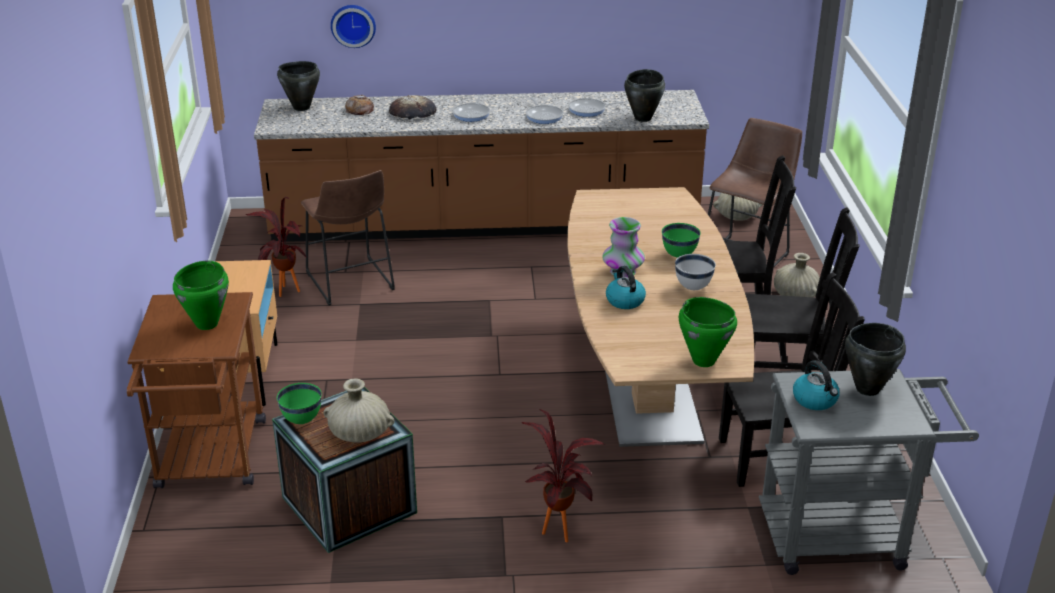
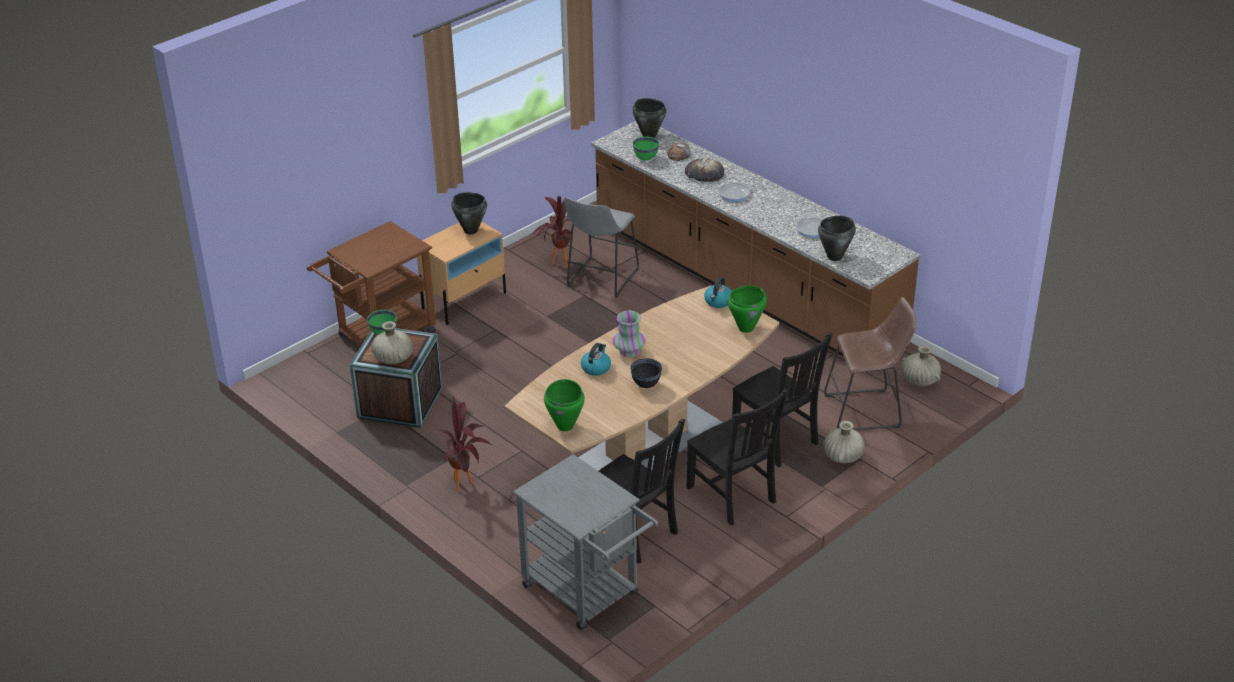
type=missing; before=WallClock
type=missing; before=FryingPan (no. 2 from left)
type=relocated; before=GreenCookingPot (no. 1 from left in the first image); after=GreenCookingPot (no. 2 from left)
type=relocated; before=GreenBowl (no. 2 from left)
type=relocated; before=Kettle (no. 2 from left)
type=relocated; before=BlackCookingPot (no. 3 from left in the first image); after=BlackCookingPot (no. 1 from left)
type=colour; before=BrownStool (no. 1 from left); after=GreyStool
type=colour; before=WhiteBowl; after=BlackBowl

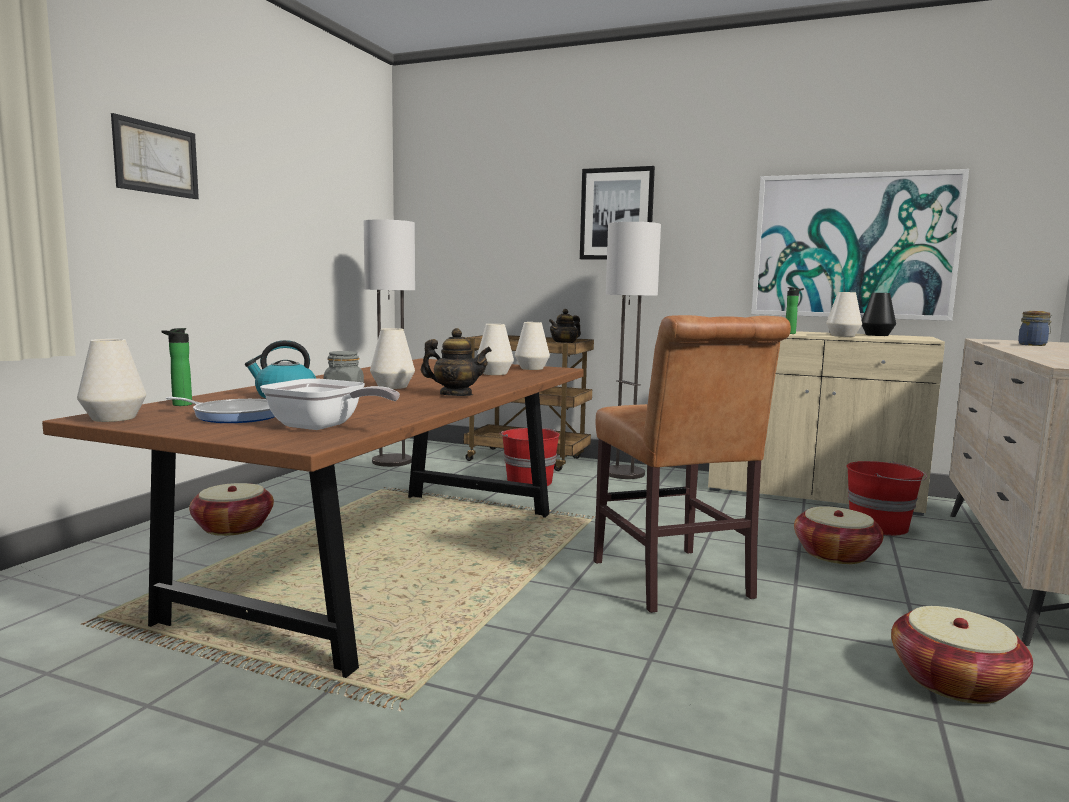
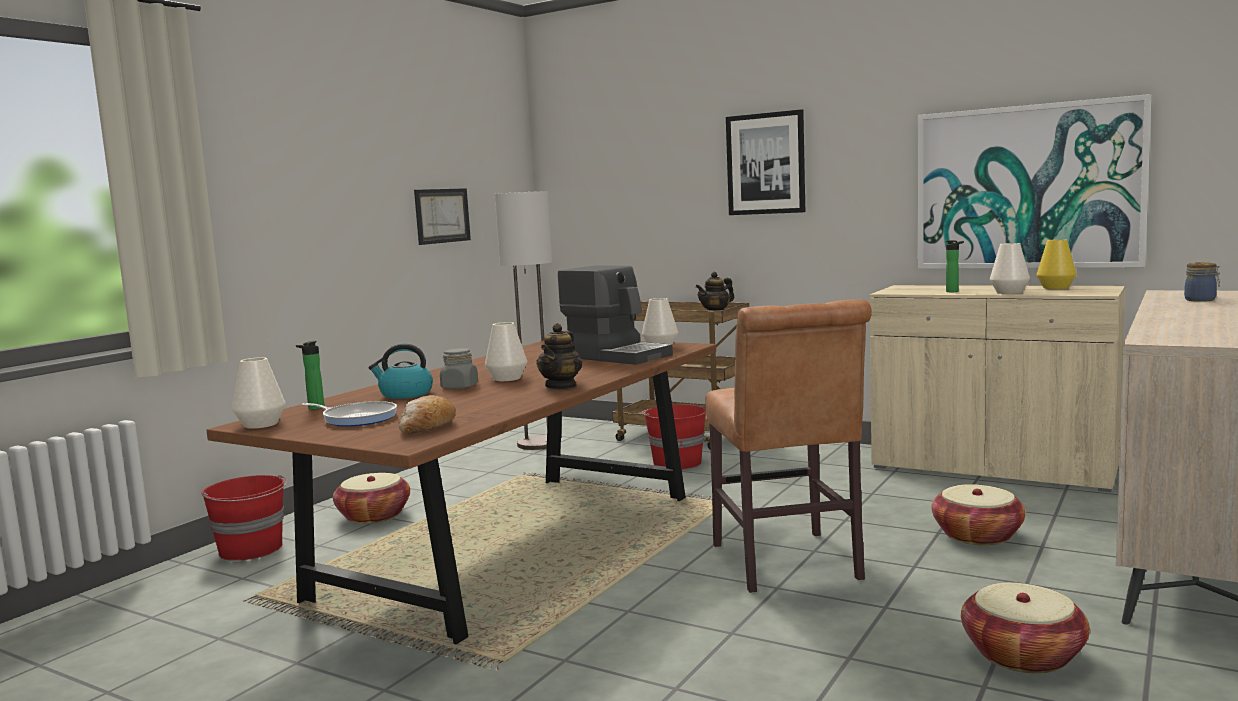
type=missing; before=FloorLamp (no. 2 from left)
type=relocated; before=Picture (no. 1 from left)
type=relocated; before=RedBucket (no. 2 from left in the first image); after=RedBucket (no. 1 from left)
type=exchanged; before=FryingPan (no. 2 from left); after=Bread
type=exchanged; before=WhiteVase (no. 3 from left); after=CoffeeMachine
type=colour; before=BlackVase; after=YellowVase
type=spun; before=Teapot (no. 1 from left); turn=90

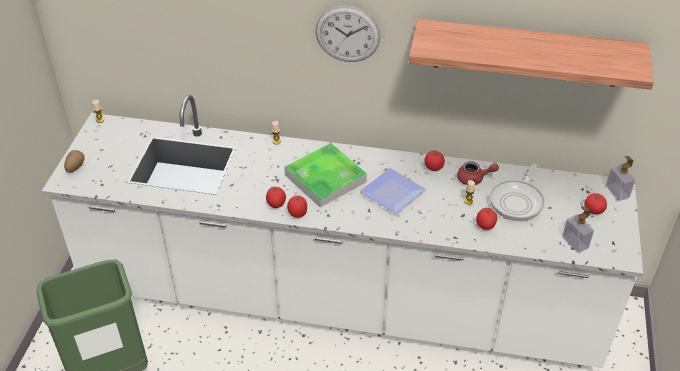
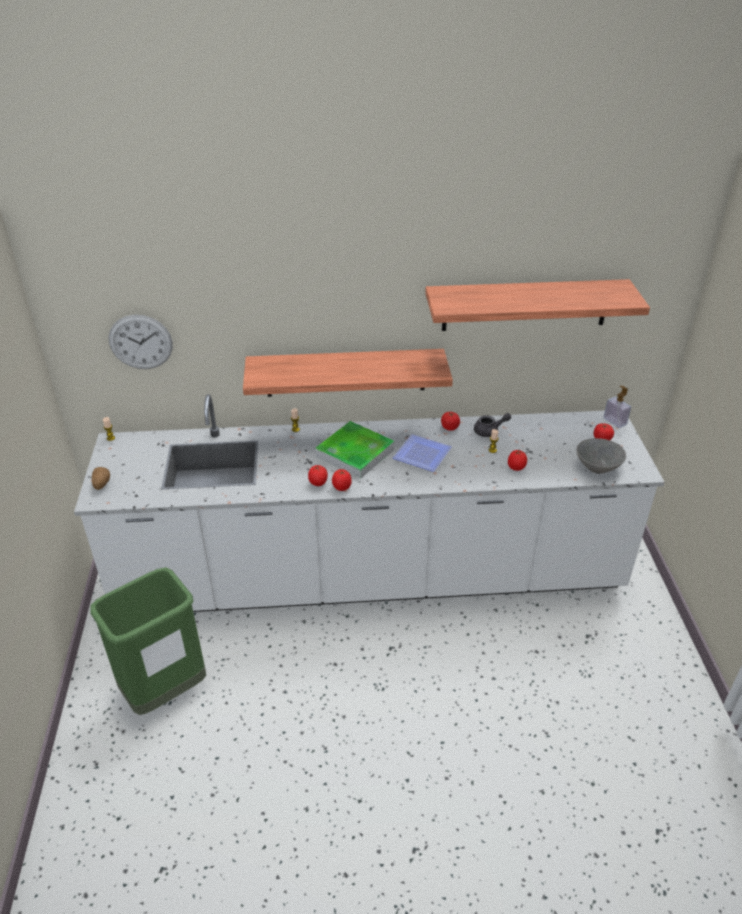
type=missing; before=FryingPan
type=appeared; after=Shelf (no. 1 from left)
type=relocated; before=WallClock
type=exchanged; before=SoapDispenser (no. 1 from left); after=GreyBowl
type=colour; before=RedTeapot; after=GreyTeapot

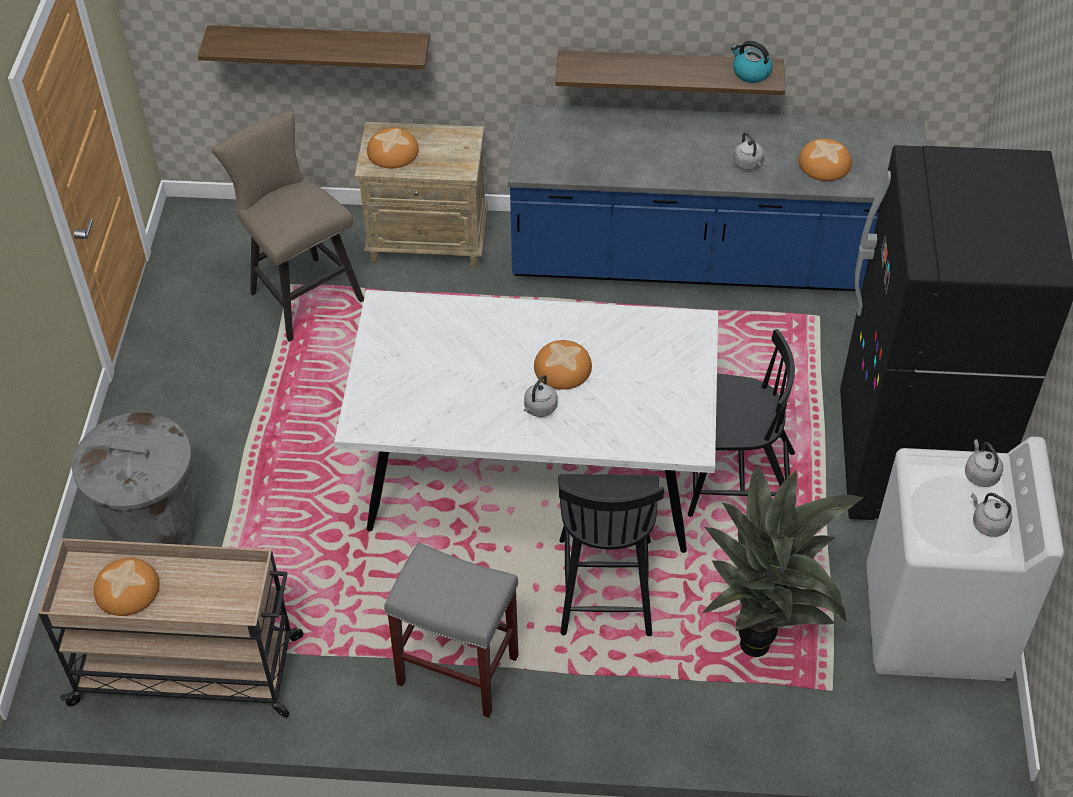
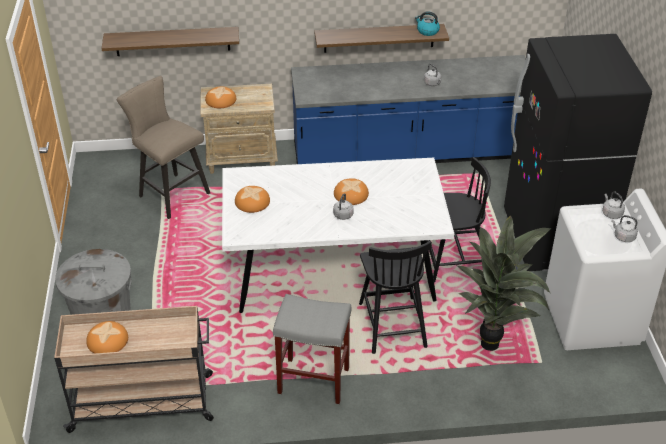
type=relocated; before=Bread (no. 4 from left in the first image); after=Bread (no. 3 from left)

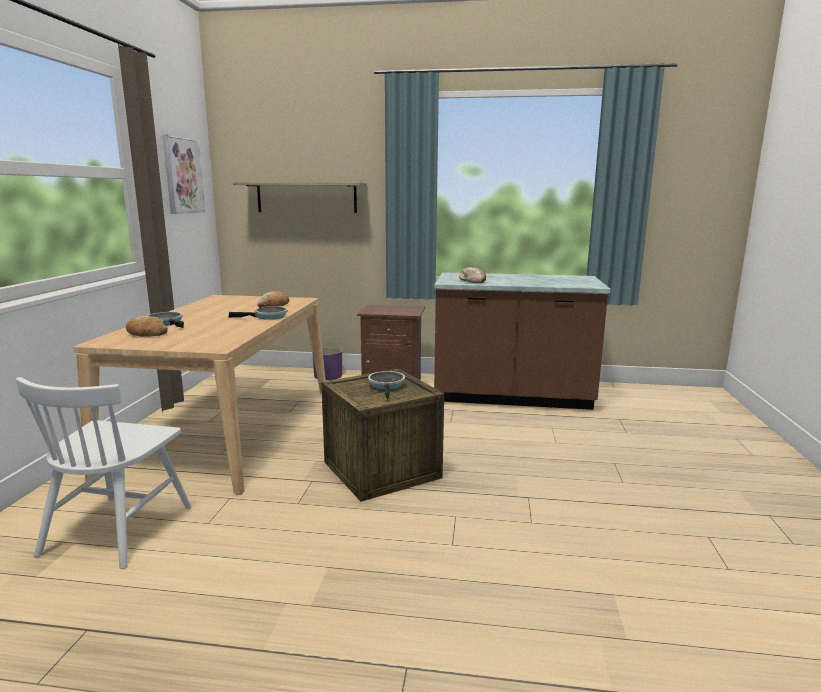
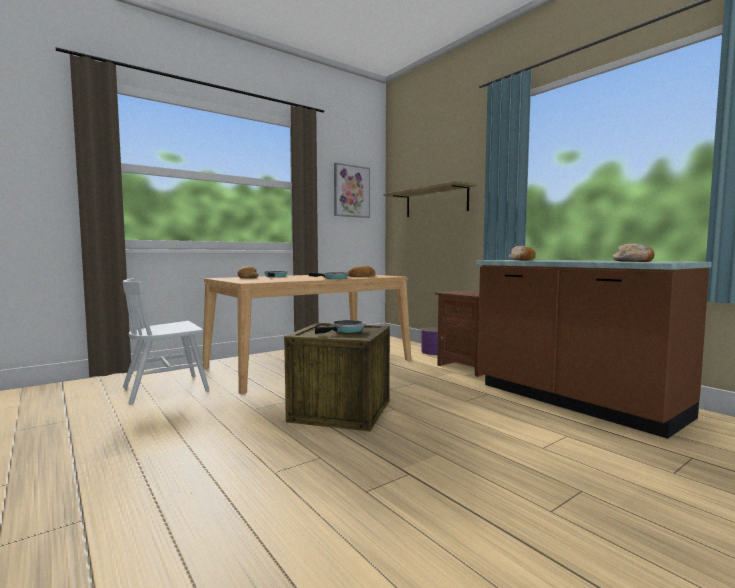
type=appeared; after=Bread (no. 4 from left)

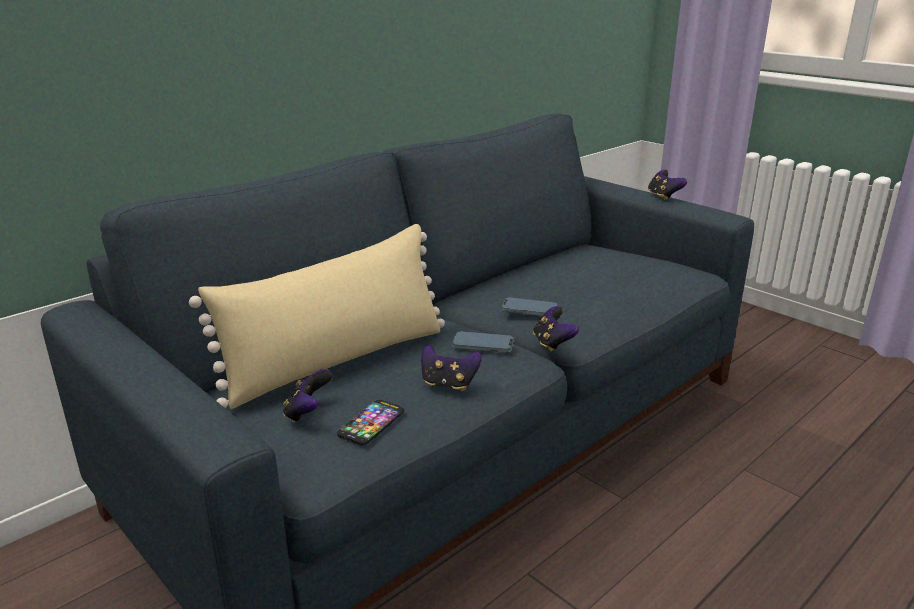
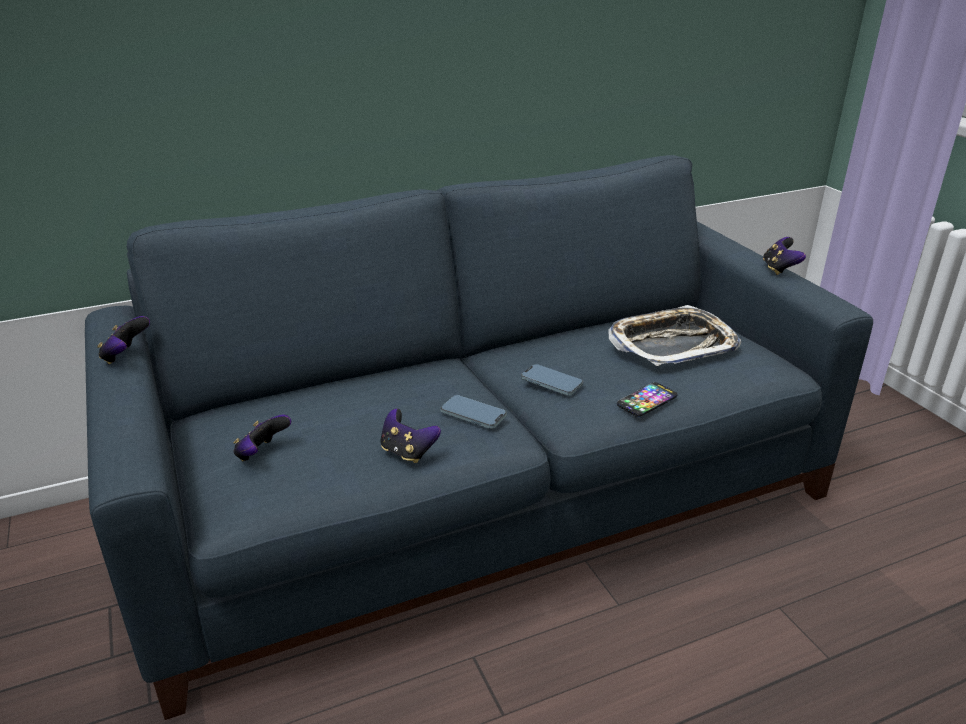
type=missing; before=BeigePillow
type=appeared; after=Tray
type=relocated; before=Phone (no. 1 from left in the first image); after=Phone (no. 3 from left)
type=relocated; before=GameController (no. 3 from left in the first image); after=GameController (no. 1 from left)

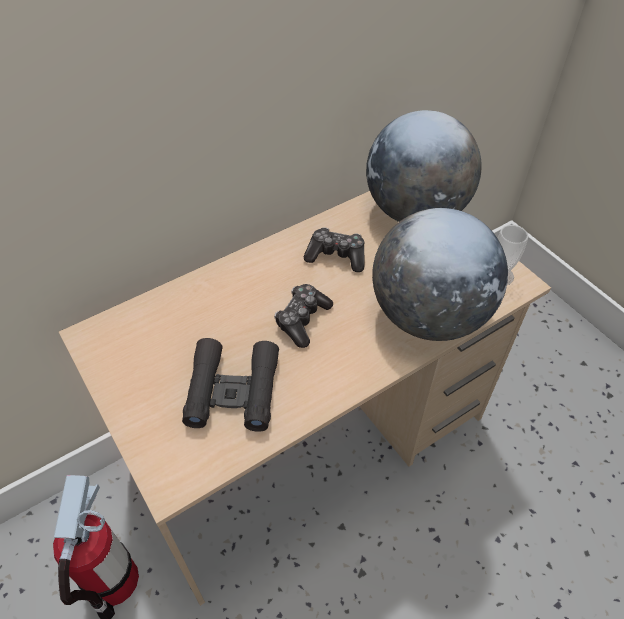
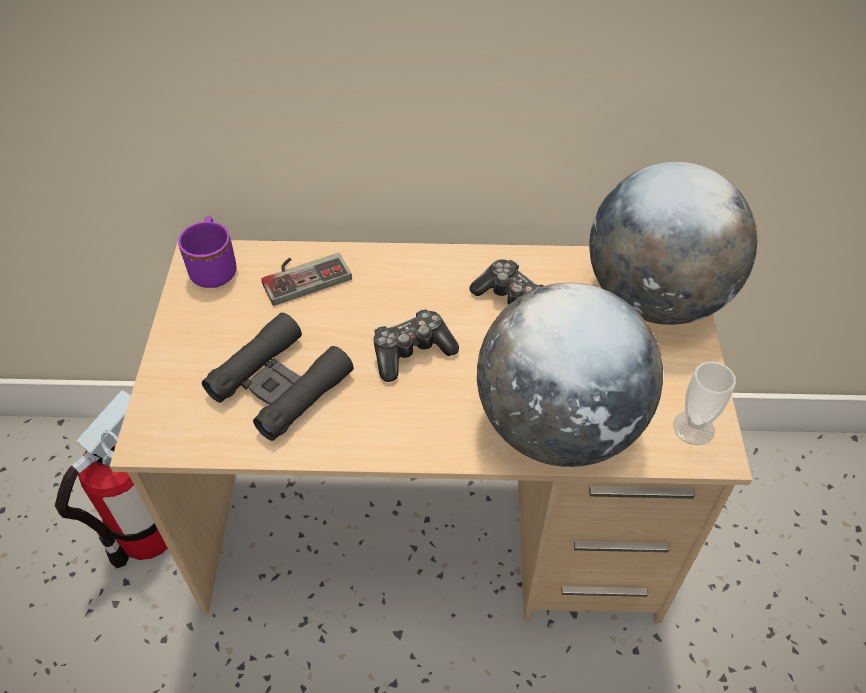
type=appeared; after=PurpleMug
type=appeared; after=GameController (no. 1 from left)

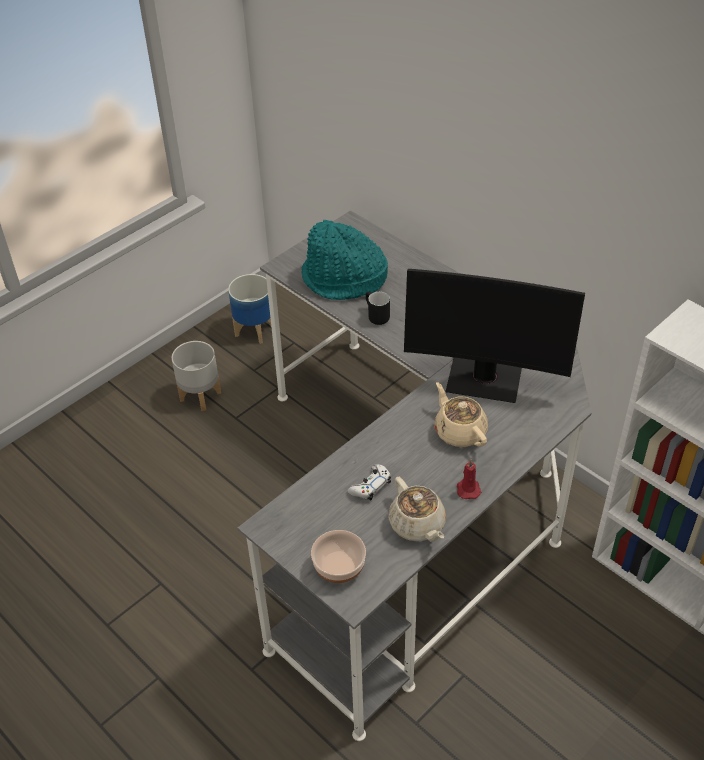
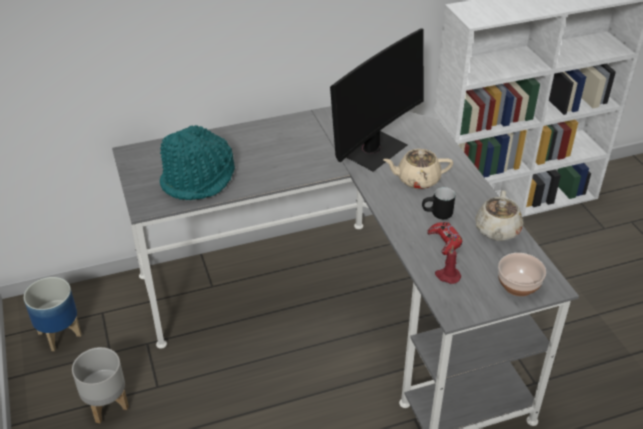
type=relocated; before=BlackMug
type=relocated; before=RedCandle
type=colour; before=WhiteGameController; after=RedGameController
type=spun; before=BeigeTeapot (no. 1 from left in the first image); turn=105

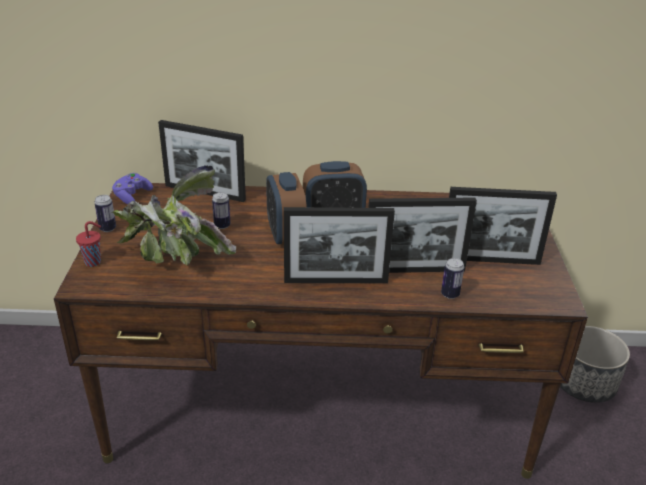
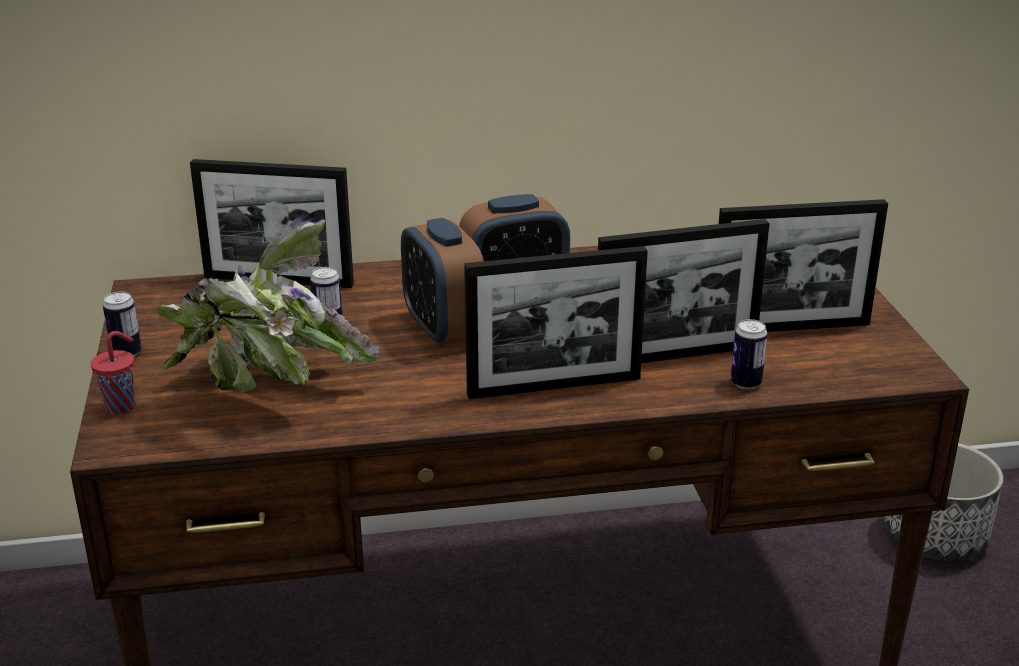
type=missing; before=PurpleGameController

